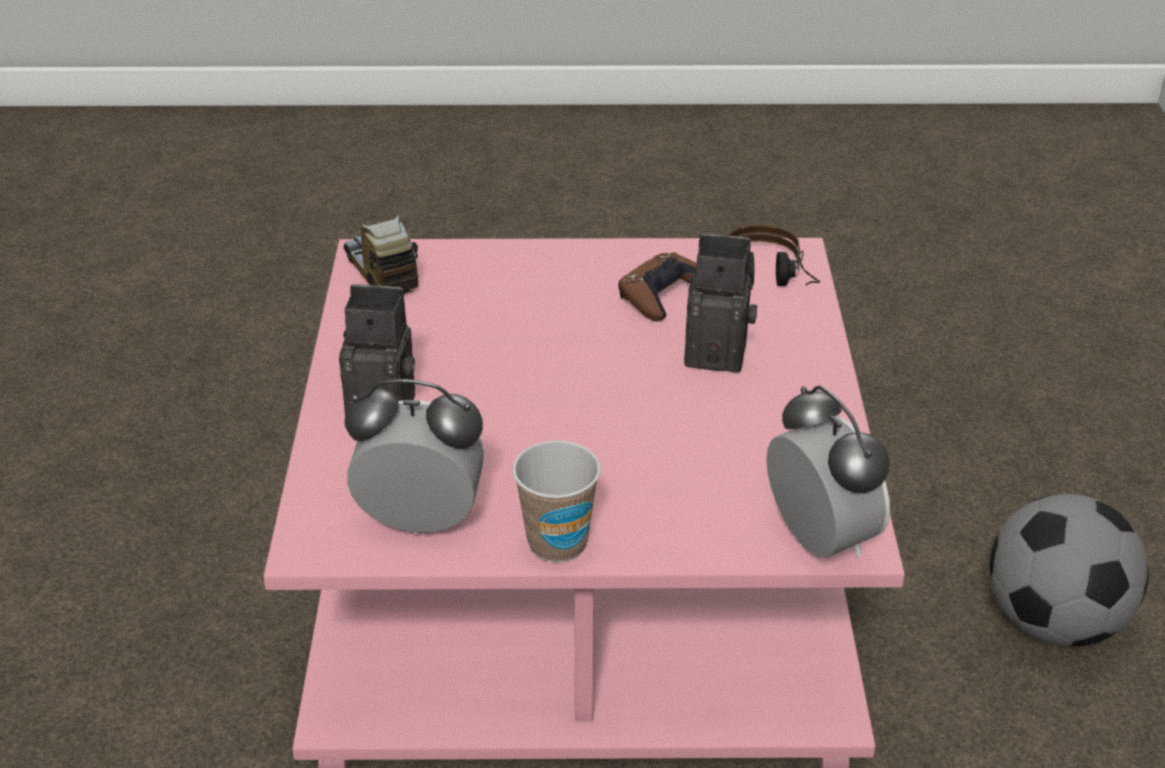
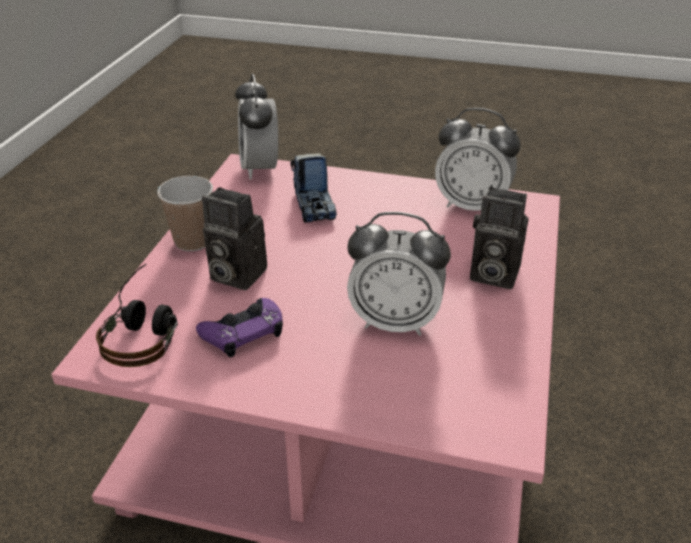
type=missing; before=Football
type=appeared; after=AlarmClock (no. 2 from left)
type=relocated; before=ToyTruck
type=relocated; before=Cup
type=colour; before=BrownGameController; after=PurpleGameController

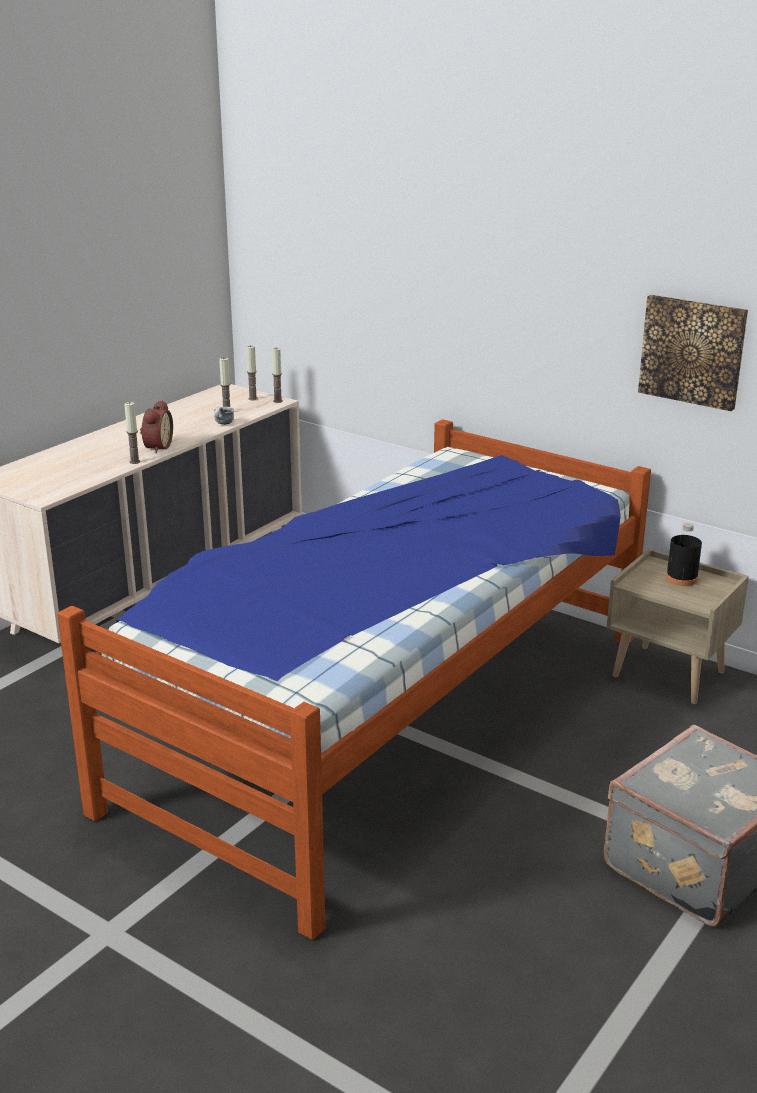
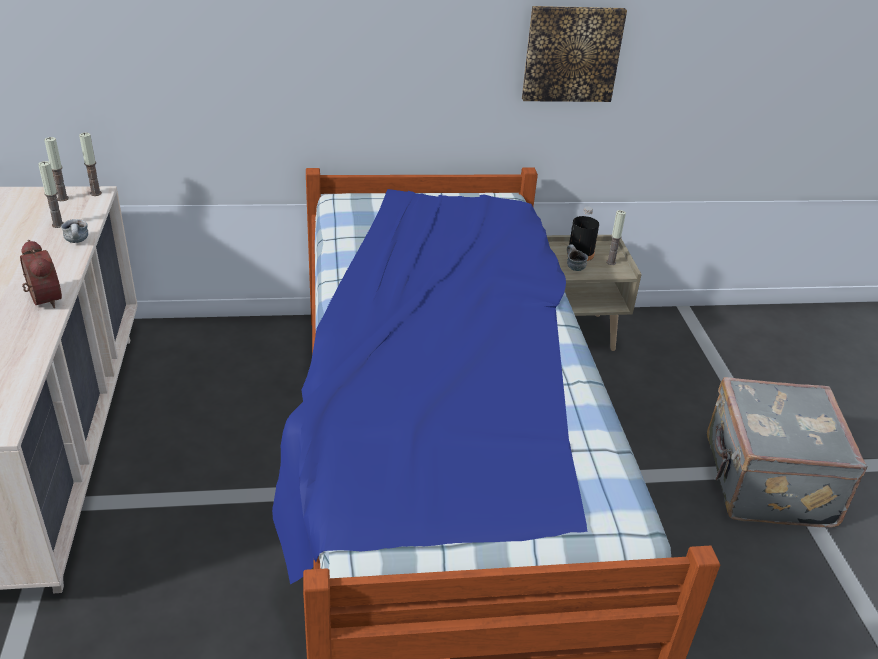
type=appeared; after=Mug (no. 2 from left)
type=relocated; before=Candle (no. 1 from left in the first image); after=Candle (no. 4 from left)

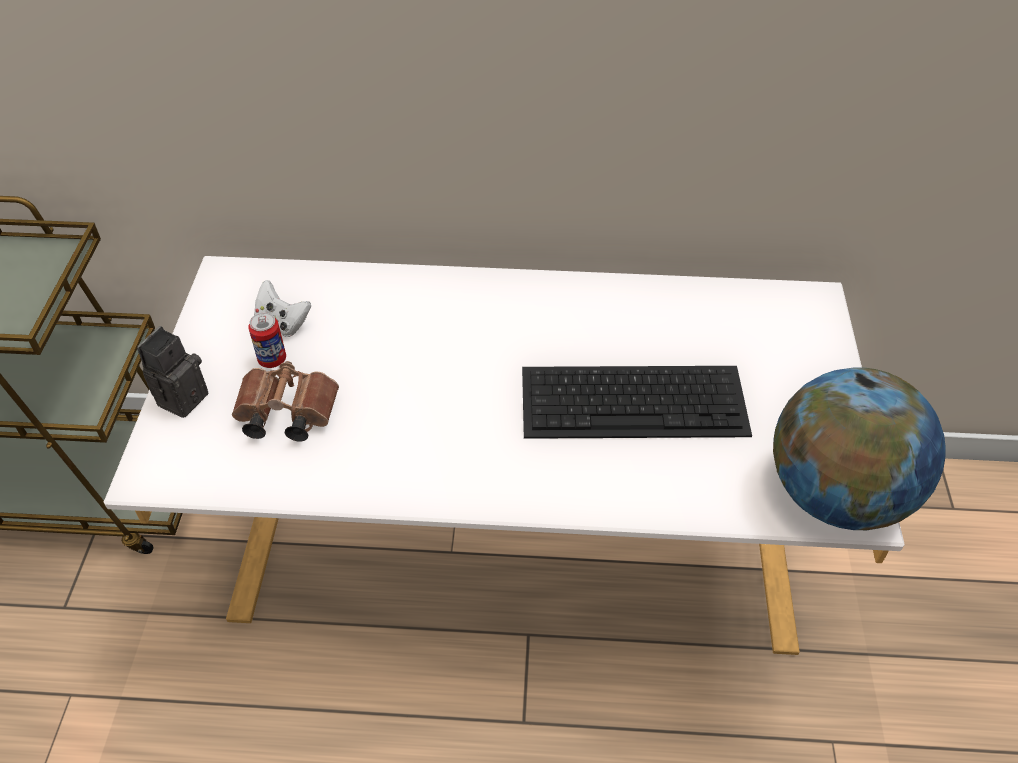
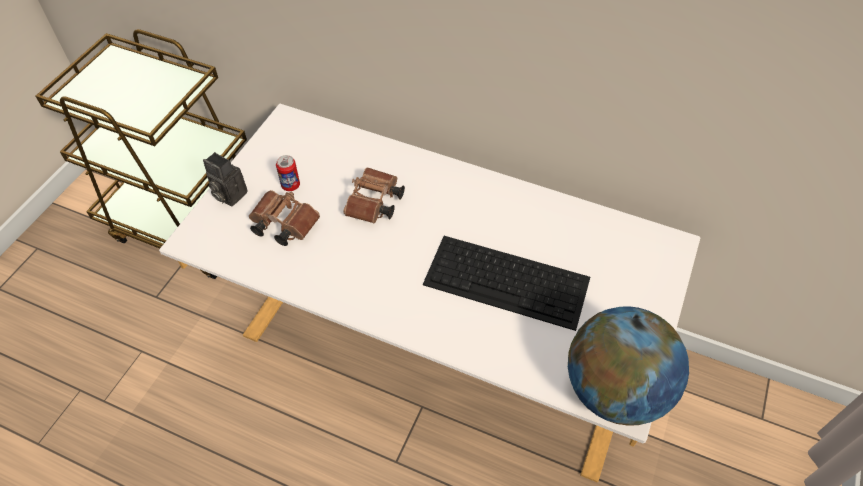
type=missing; before=WhiteGameController
type=appeared; after=BrownBinoculars (no. 2 from left)
type=spun; before=PhotoCamera; turn=-105

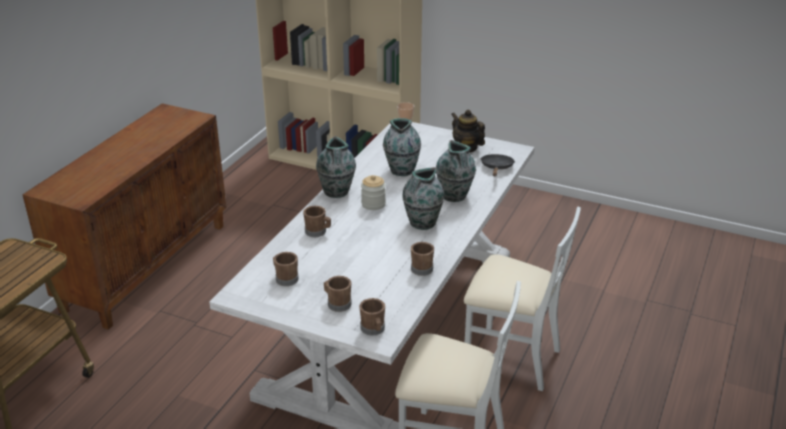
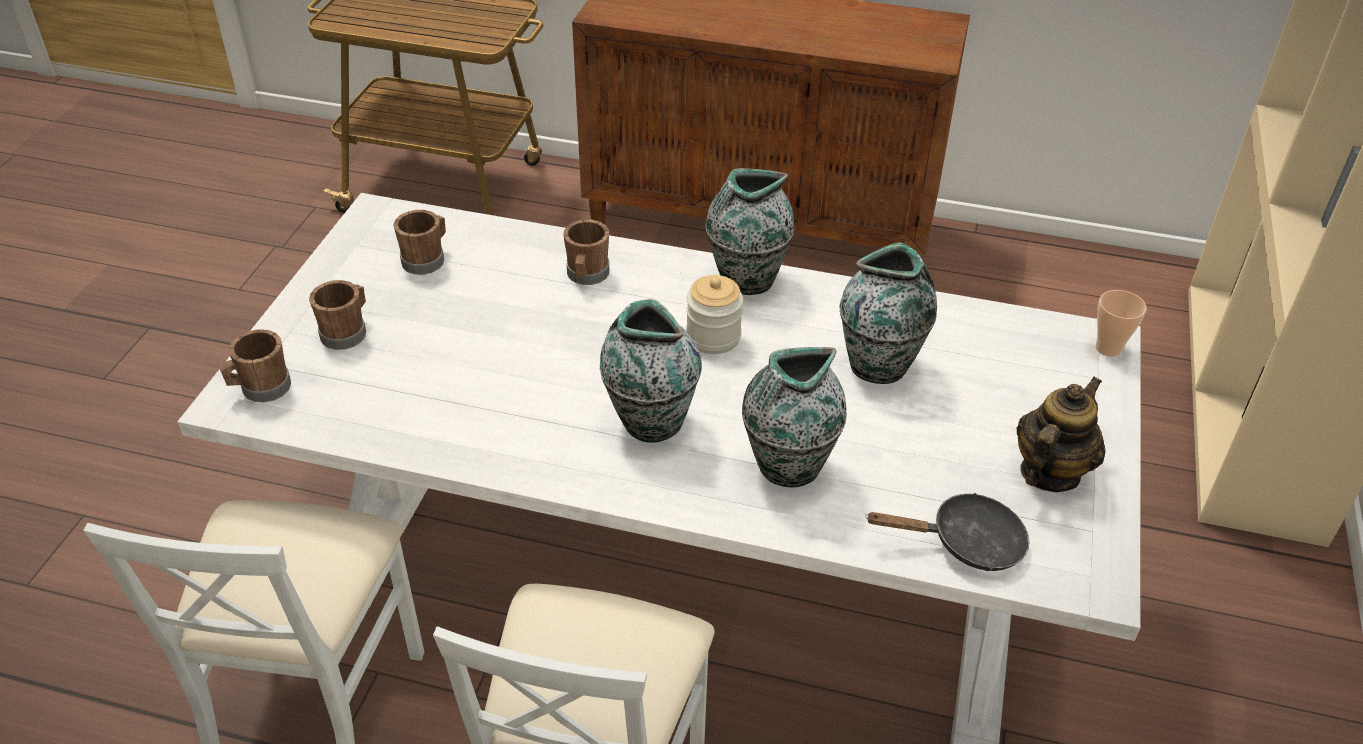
type=missing; before=BrownMug (no. 5 from left)

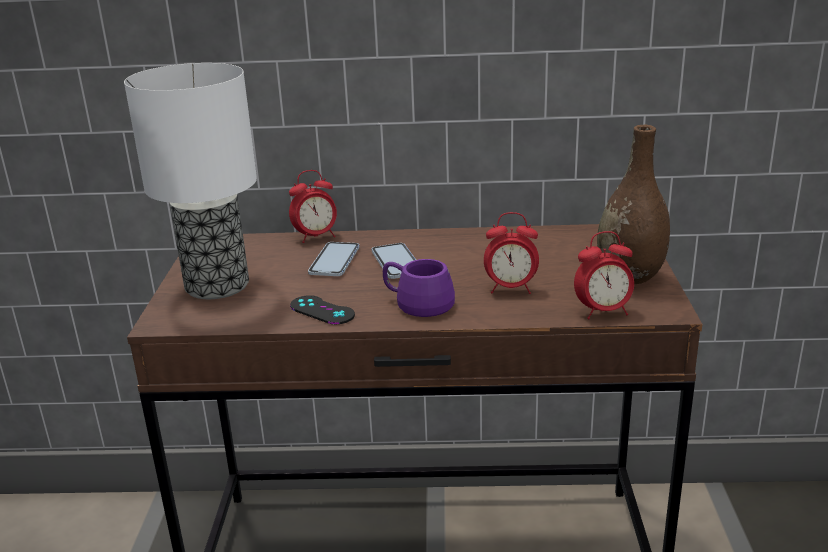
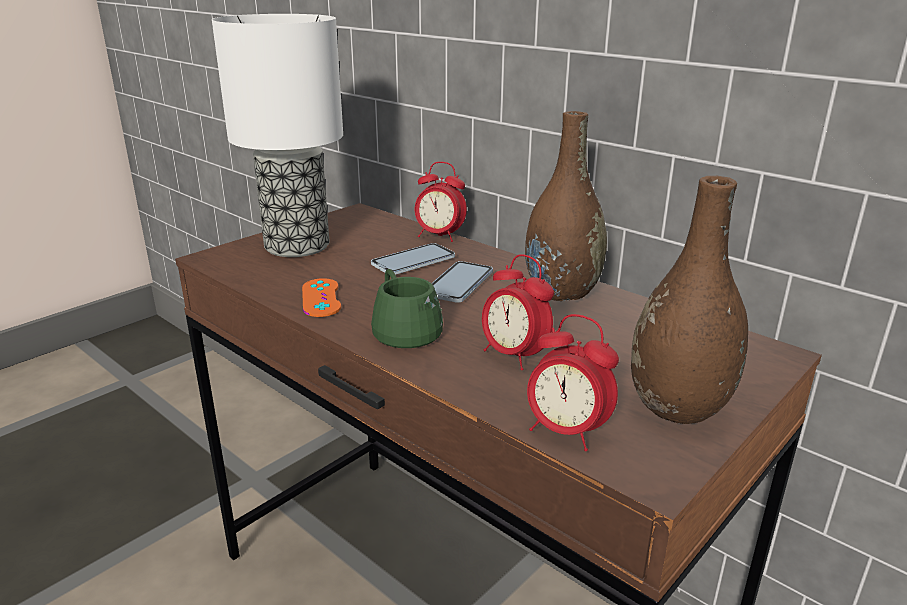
type=appeared; after=BrownVase (no. 1 from left)
type=colour; before=BlackGameController; after=OrangeGameController
type=colour; before=PurpleMug; after=GreenMug

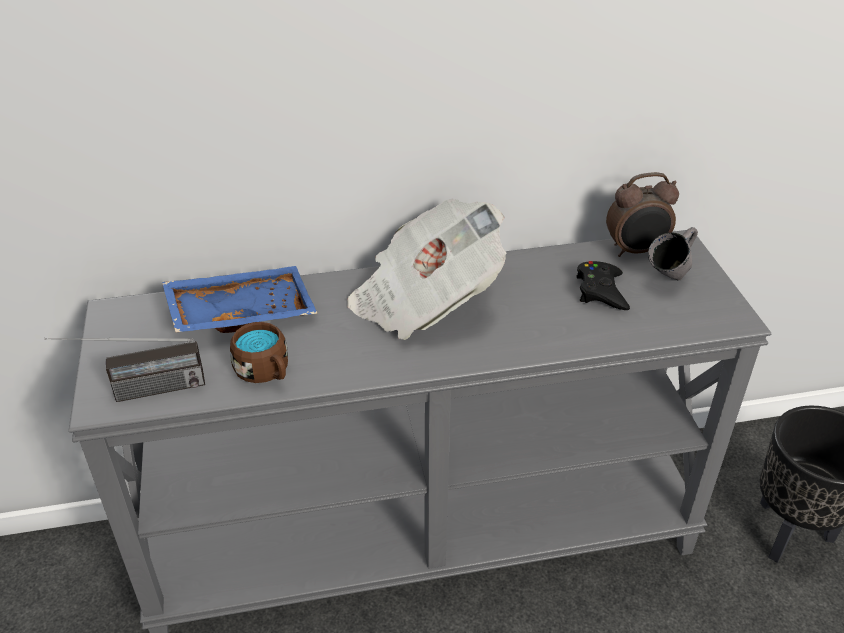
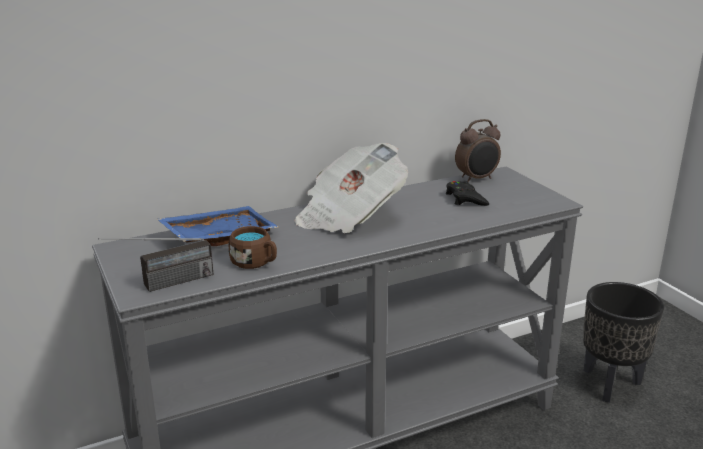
type=missing; before=GreyMug

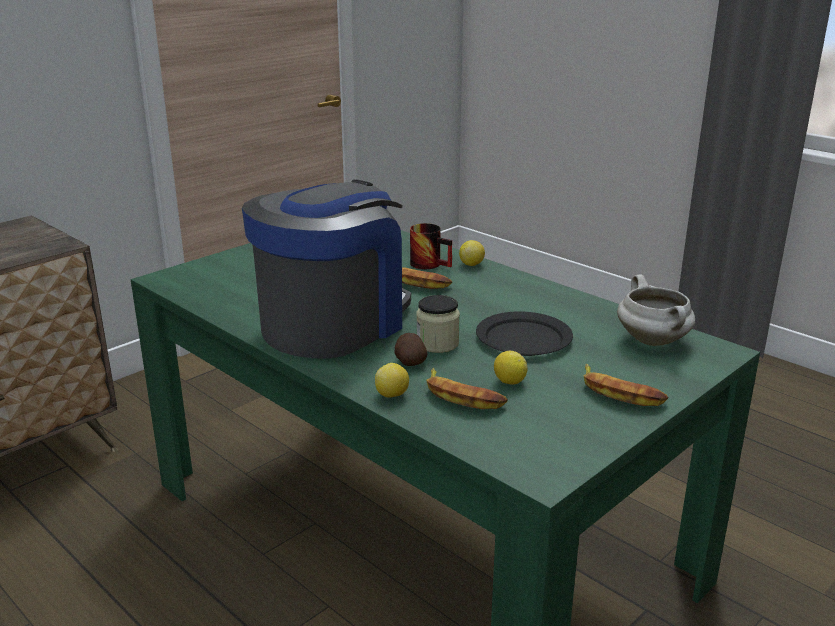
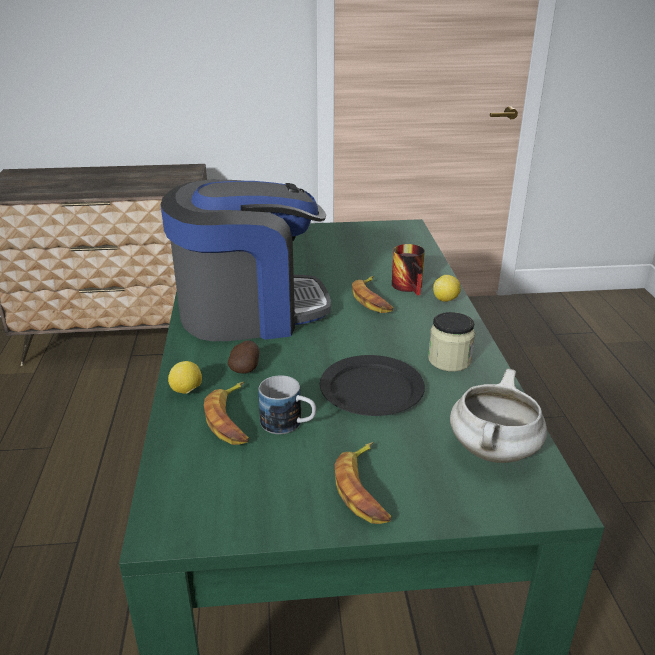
type=relocated; before=Jar
type=exchanged; before=Lemon (no. 3 from left); after=Mug (no. 1 from left)

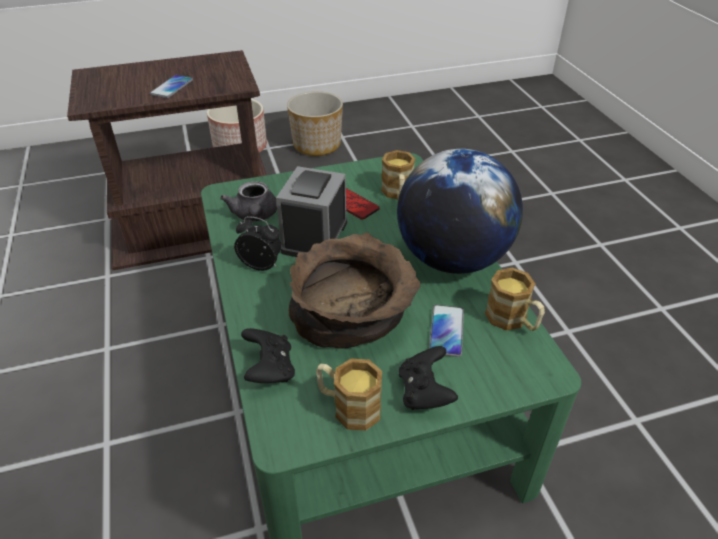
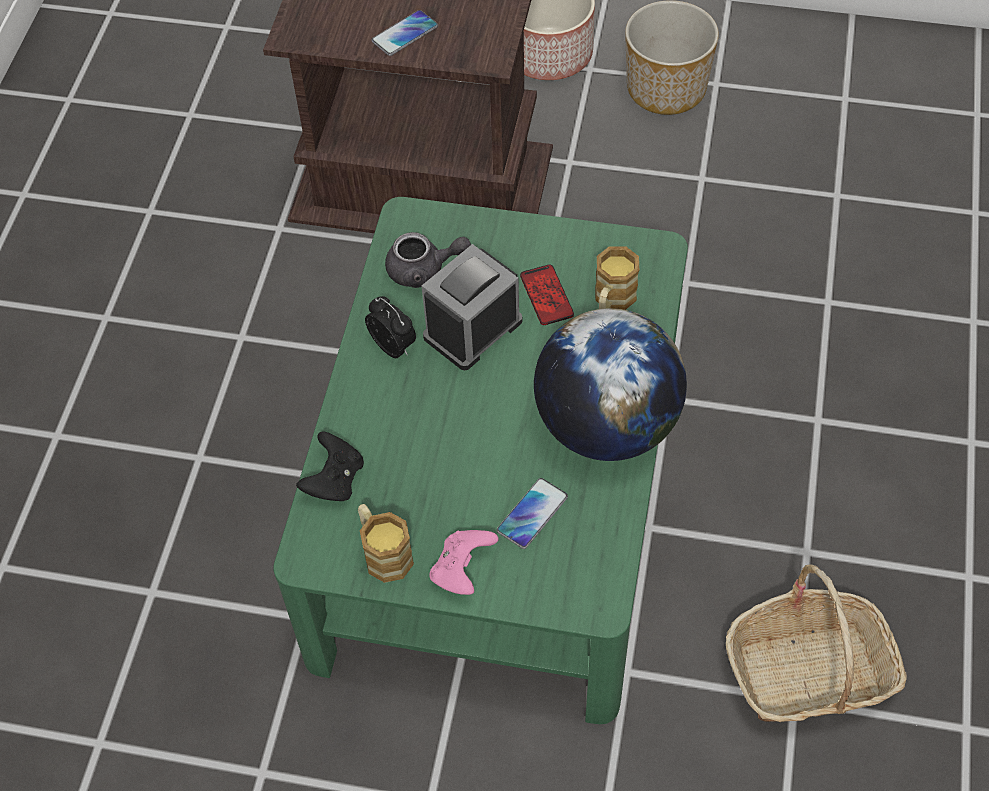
type=missing; before=BrownBowl
type=missing; before=Mug (no. 3 from left)
type=appeared; after=Basket
type=colour; before=BlackGameController (no. 2 from left); after=PinkGameController
type=spun; before=GreyTeapot; turn=-105

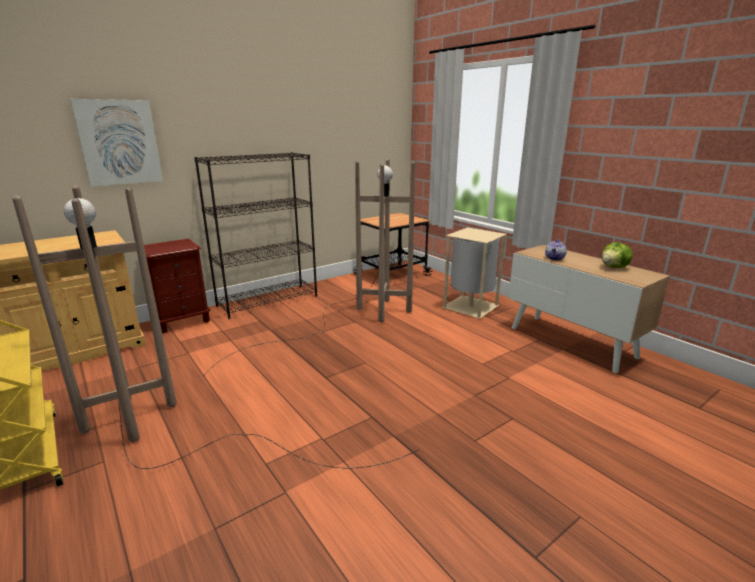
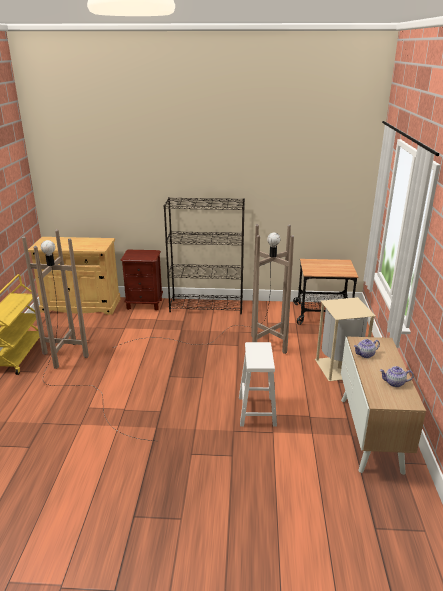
type=missing; before=Picture
type=appeared; after=WhiteStool
type=exchanged; before=Lettuce; after=Teapot (no. 2 from left)

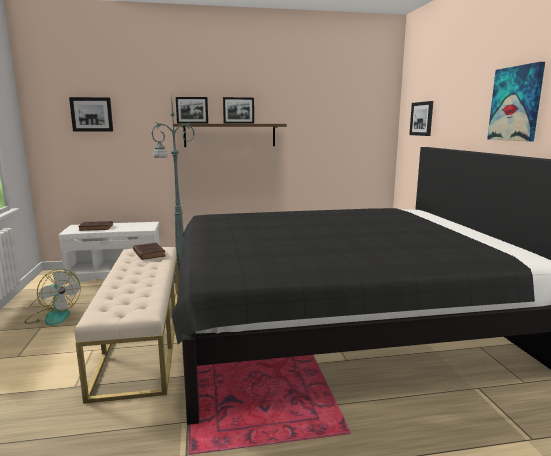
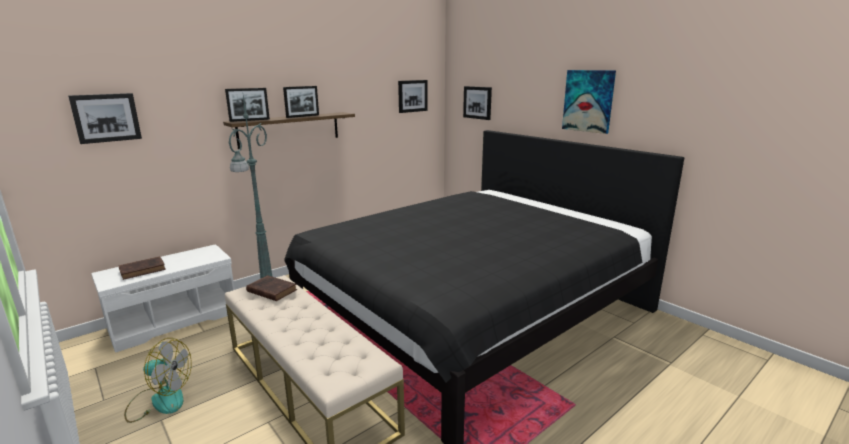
type=appeared; after=Picture (no. 2 from left)

